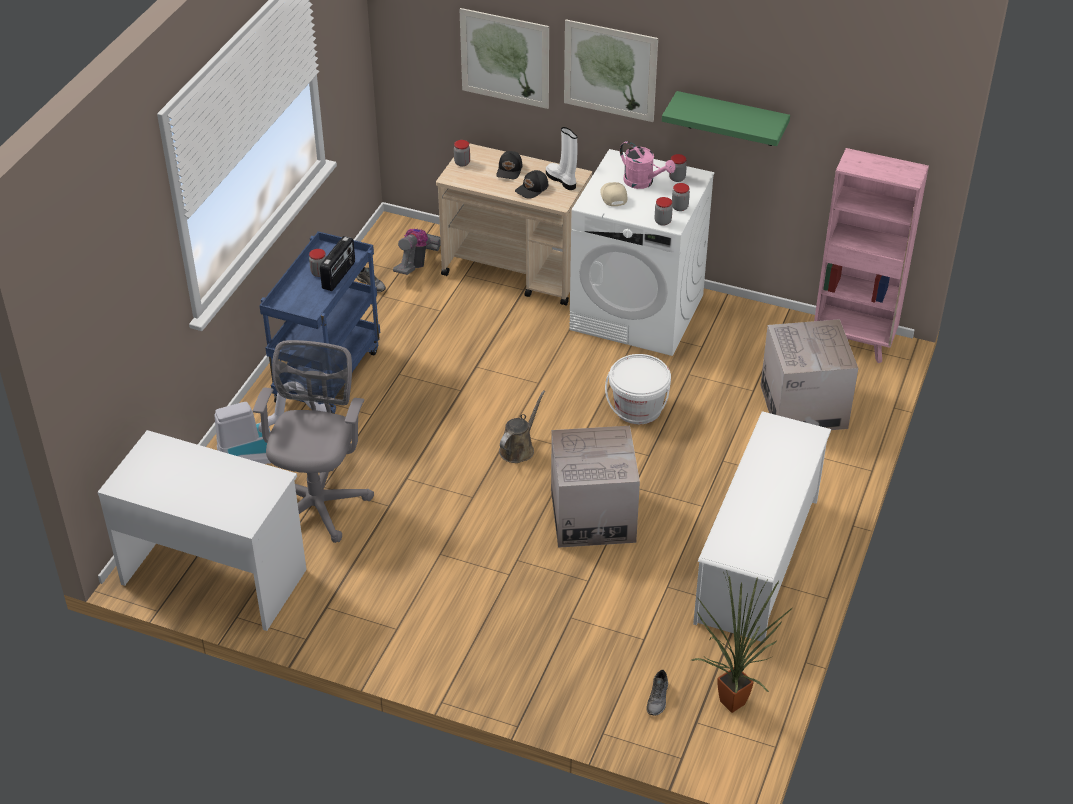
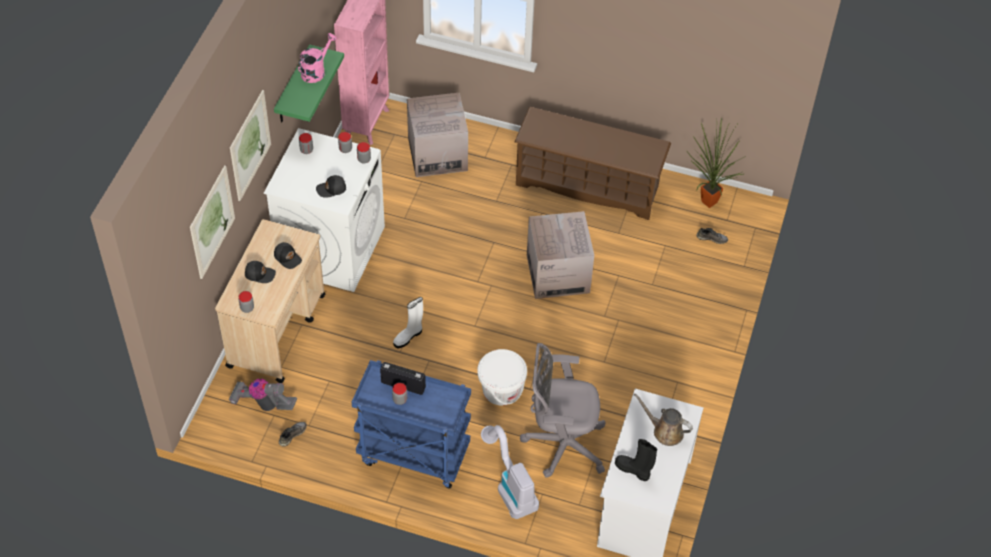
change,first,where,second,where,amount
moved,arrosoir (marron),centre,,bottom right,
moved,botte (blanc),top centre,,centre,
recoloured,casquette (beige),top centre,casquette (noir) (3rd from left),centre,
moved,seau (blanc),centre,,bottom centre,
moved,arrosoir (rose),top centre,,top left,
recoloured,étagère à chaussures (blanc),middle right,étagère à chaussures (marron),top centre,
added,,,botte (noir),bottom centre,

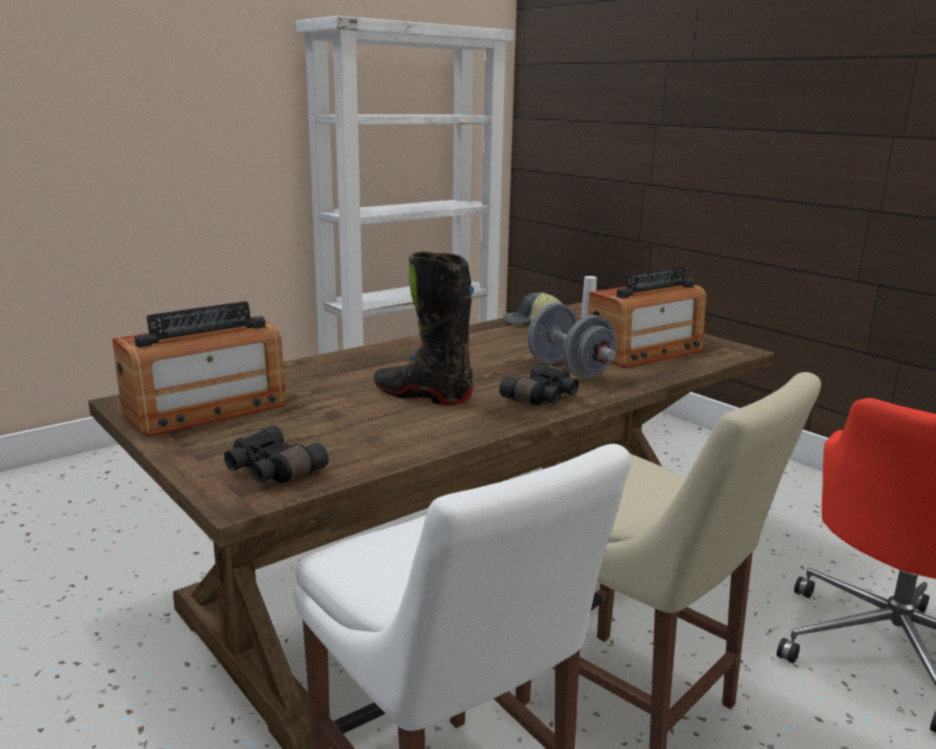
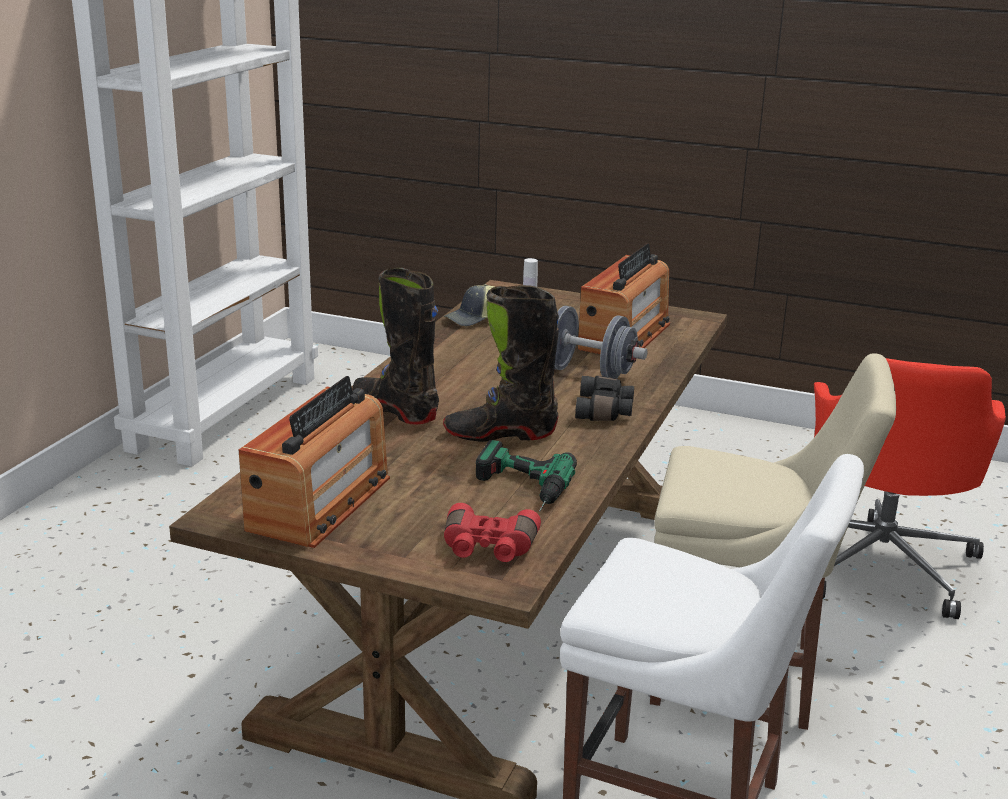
change,first,where,second,where,amount
recoloured,jumelles (noir) (1st from left),middle left,jumelles (rouge),centre,
added,,,botte (noir) (1st from left),centre,
added,,,perceuse,centre,

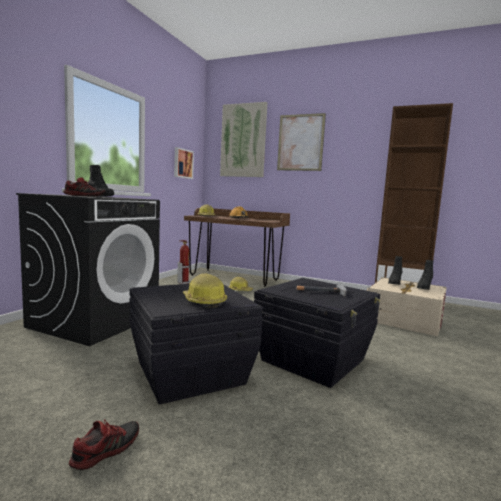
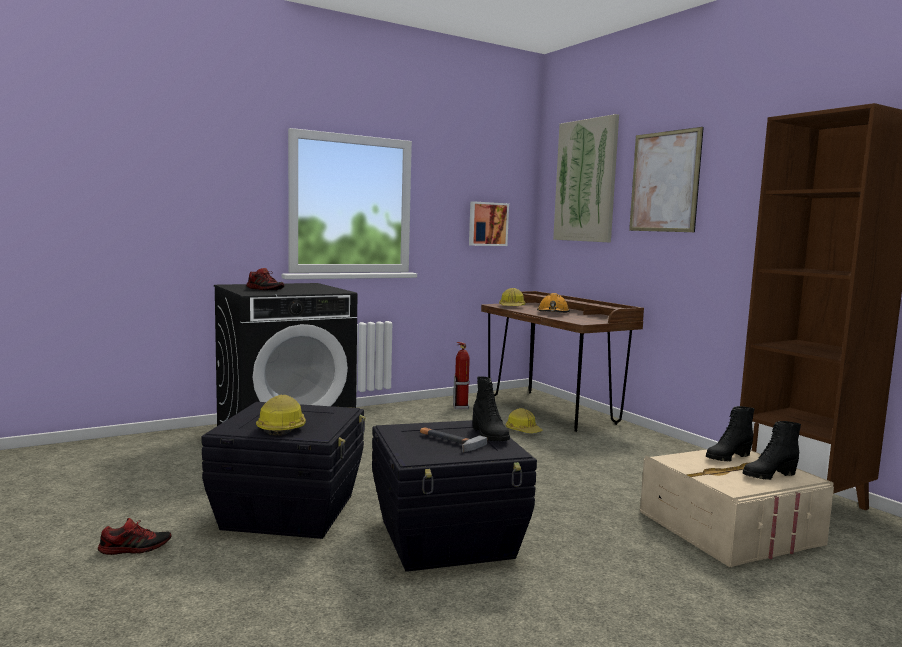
change,first,where,second,where,amount
moved,botte (noir) (1st from left),middle left,,centre,

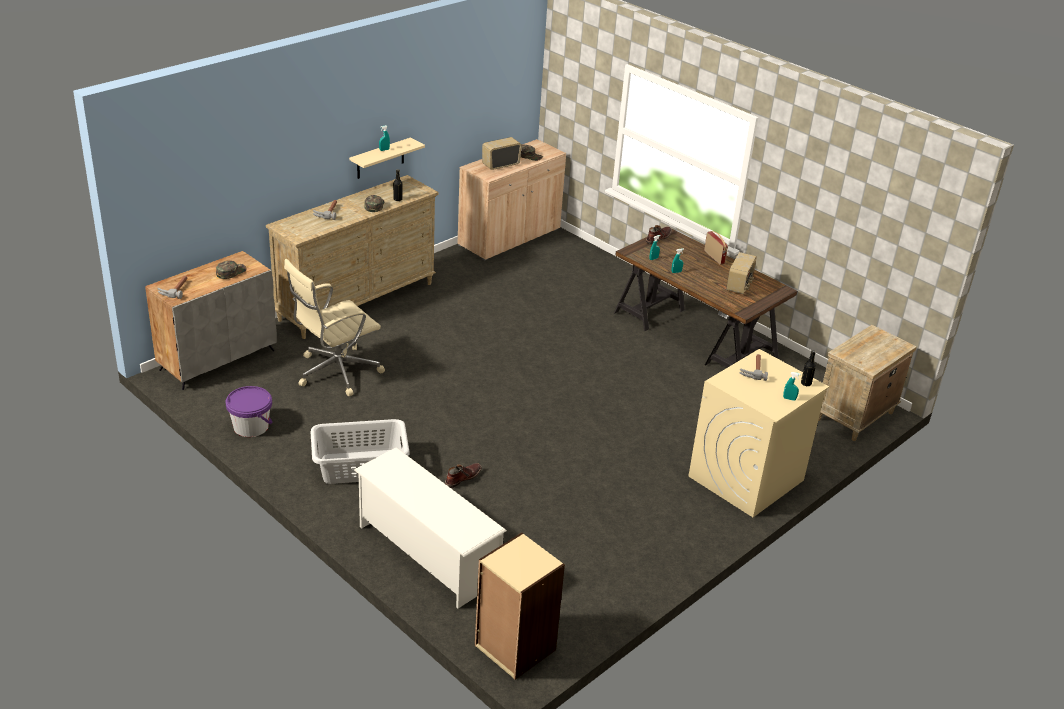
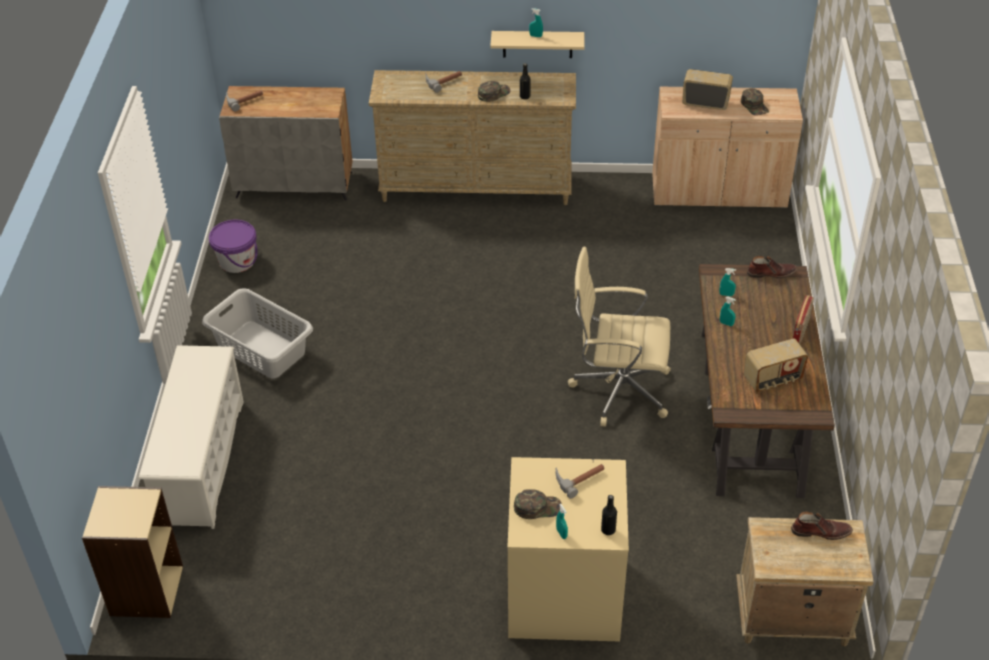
change,first,where,second,where,amount
moved,casquette (vert) (1st from left in the first image),middle left,casquette (vert) (2nd from left),bottom centre,
moved,chaise de bureau (beige),middle left,,centre,
moved,botte (marron) (1st from left in the first image),bottom centre,botte (marron) (2nd from left),bottom right,

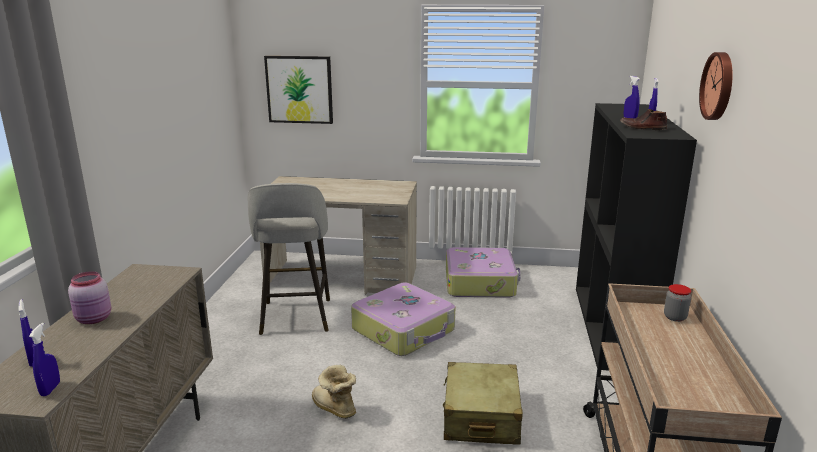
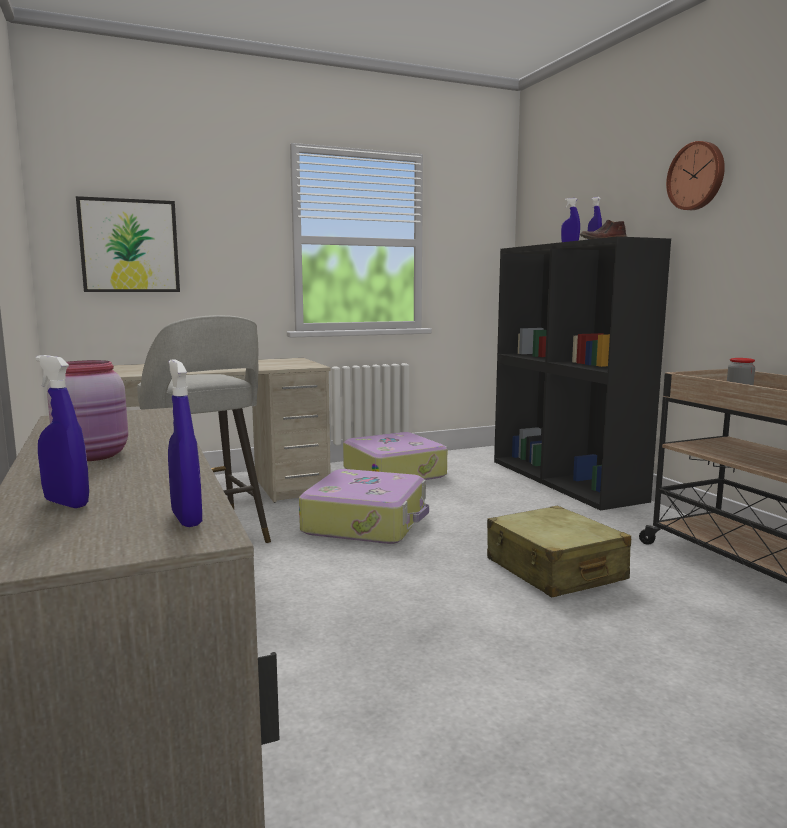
change,first,where,second,where,amount
removed,botte,bottom centre,,,

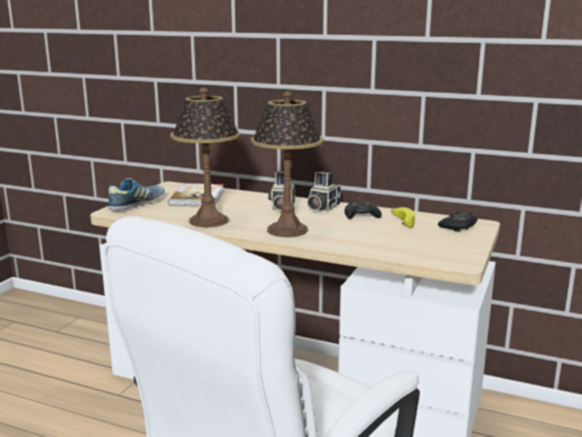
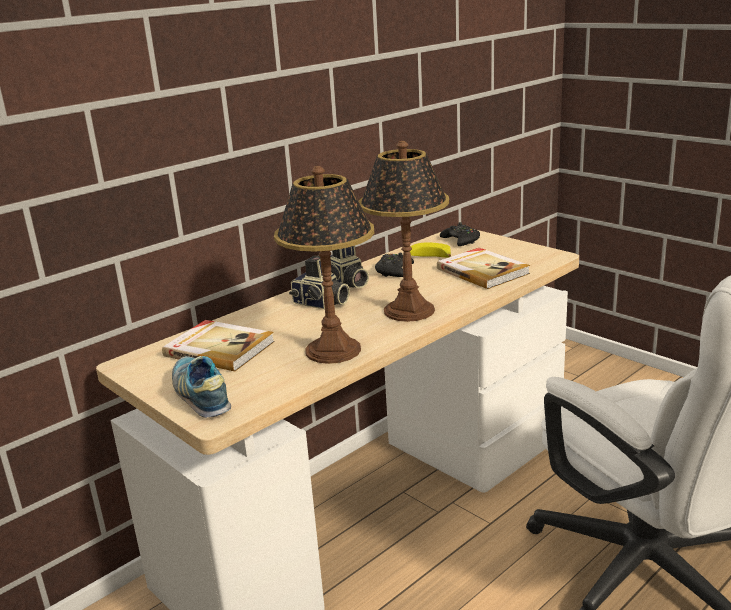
change,first,where,second,where,amount
added,,,livre (2nd from left),centre,

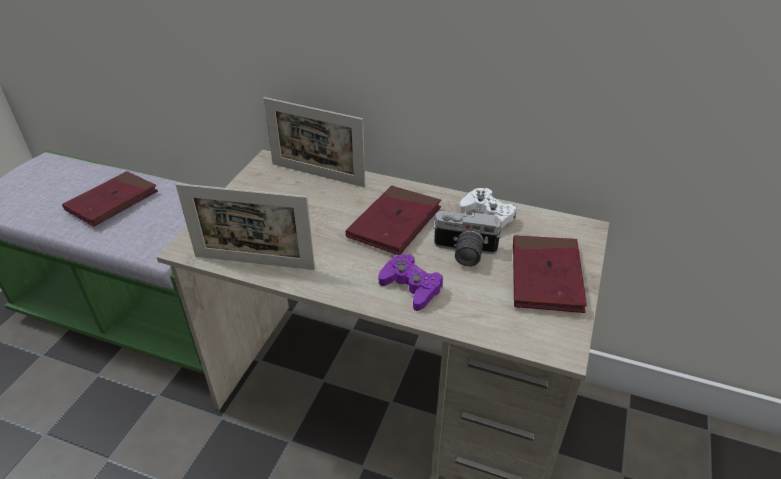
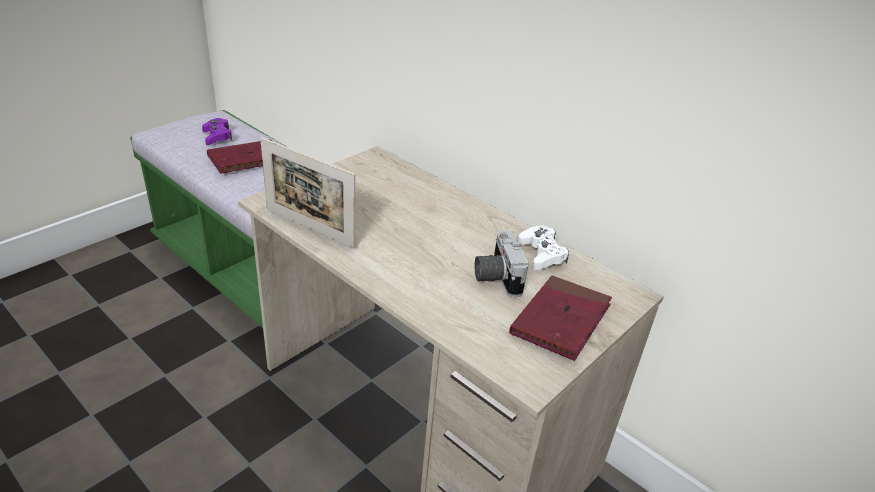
change,first,where,second,where,amount
removed,cadre photo (2nd from left),top centre,,,
removed,livre (rouge) (2nd from left),centre,,,
moved,manette (violet),centre,,top left,
turned,appareil photo,centre,,centre,45 degrees clockwise

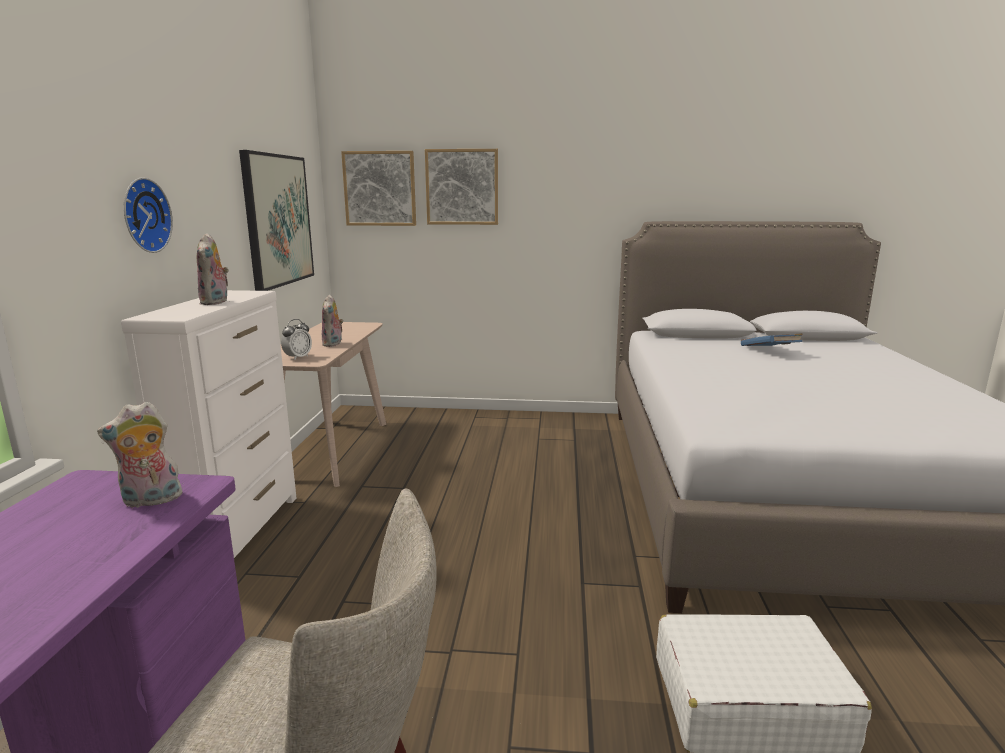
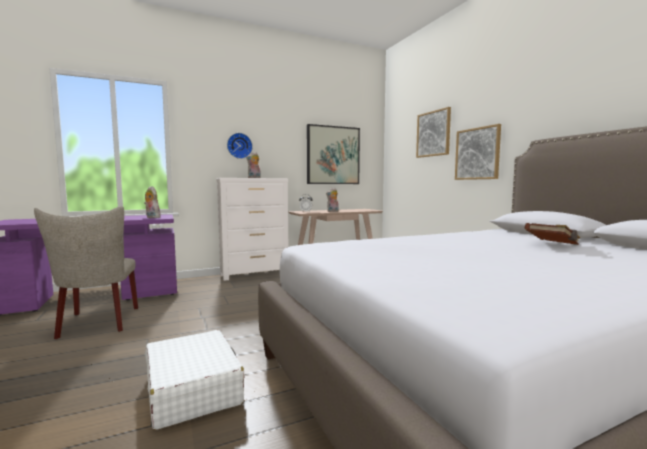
change,first,where,second,where,amount
moved,tableau (2nd from left in the first image),top centre,tableau (3rd from left),middle right,
recoloured,livre (bleu),middle right,livre (marron),middle right,

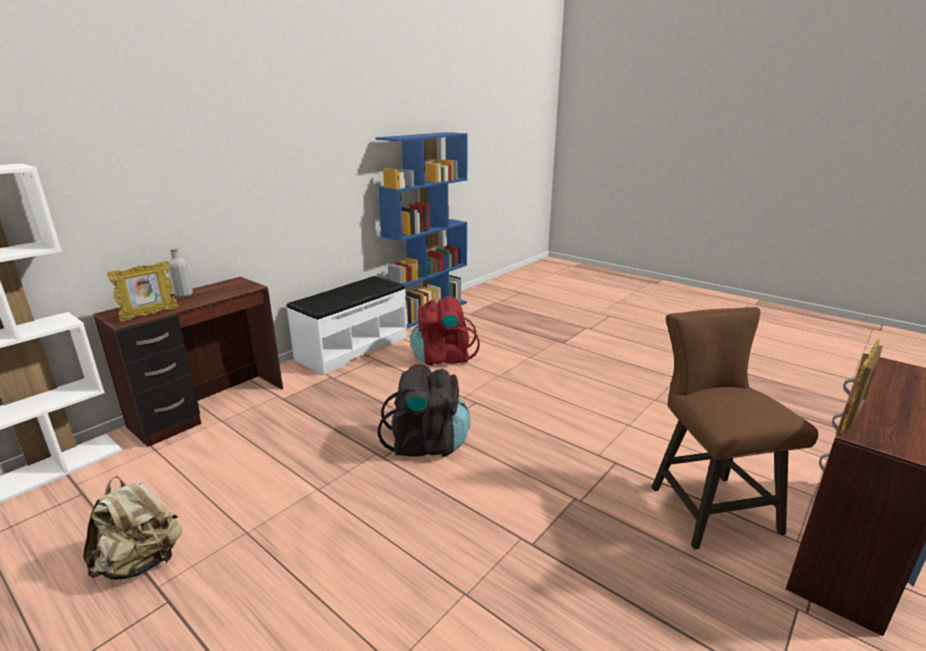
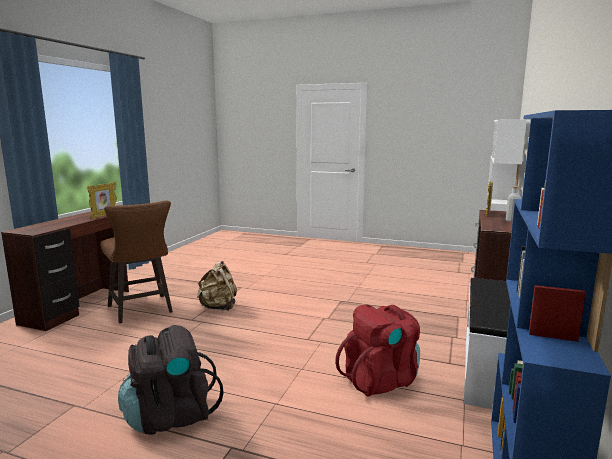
change,first,where,second,where,amount
moved,sac à dos (beige),bottom left,,centre,
moved,sac à dos (noir),centre,,bottom left,

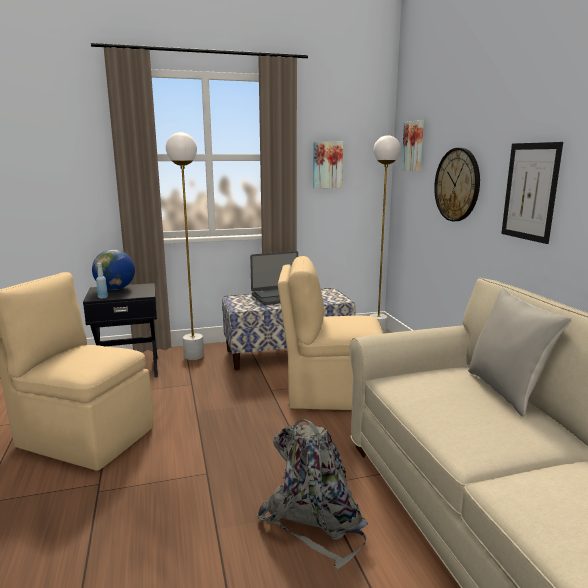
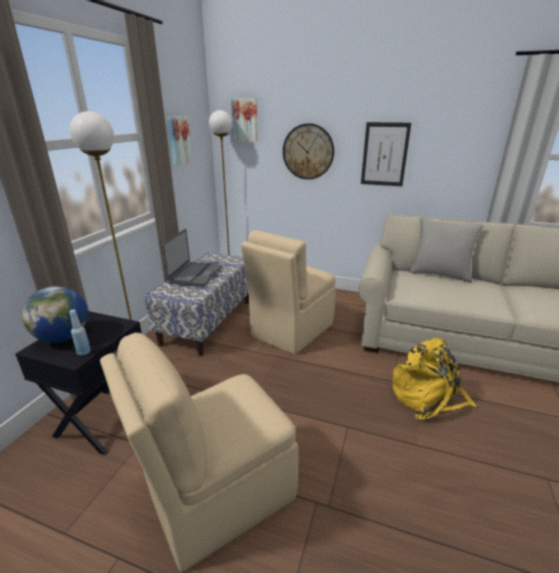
change,first,where,second,where,amount
recoloured,sac à dos (gris),bottom centre,sac à dos (jaune),middle right,

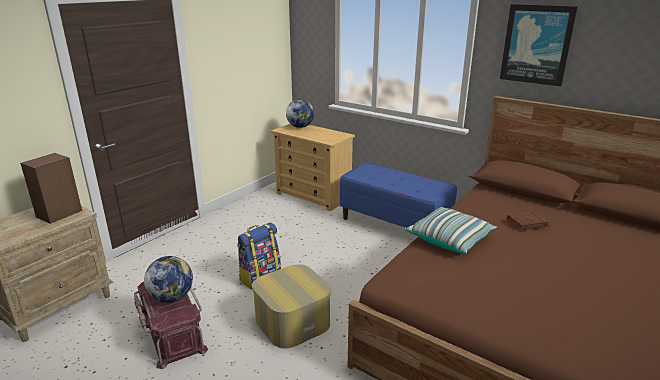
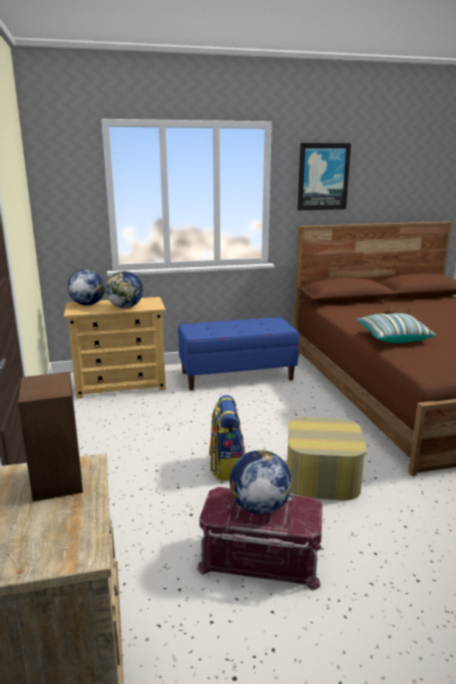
change,first,where,second,where,amount
added,,,globe (2nd from left),middle left,

